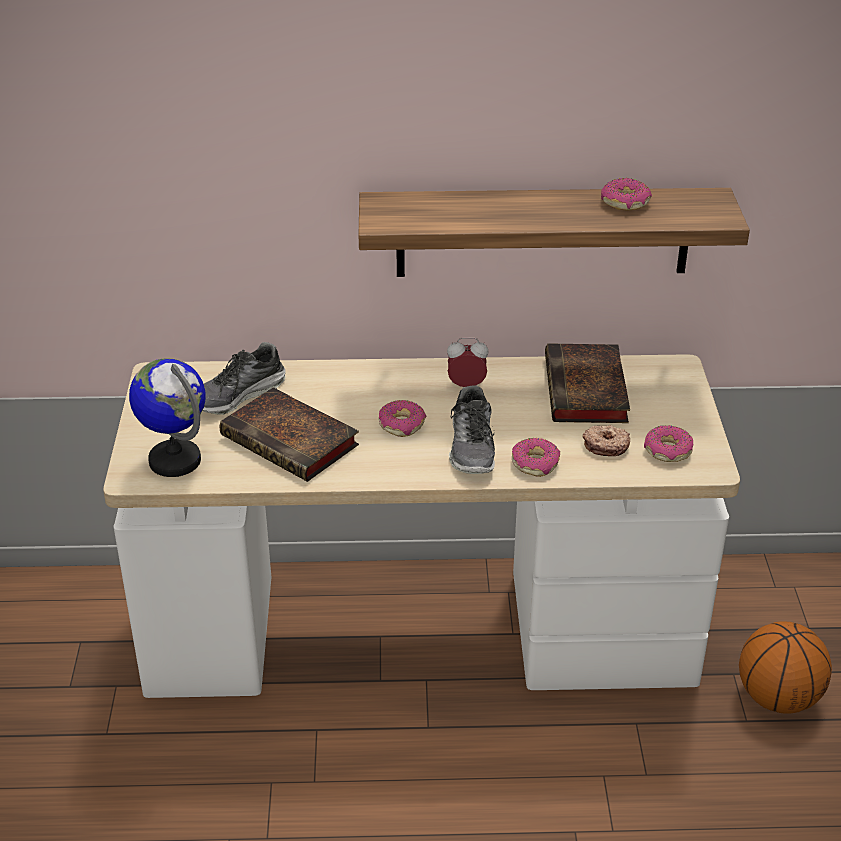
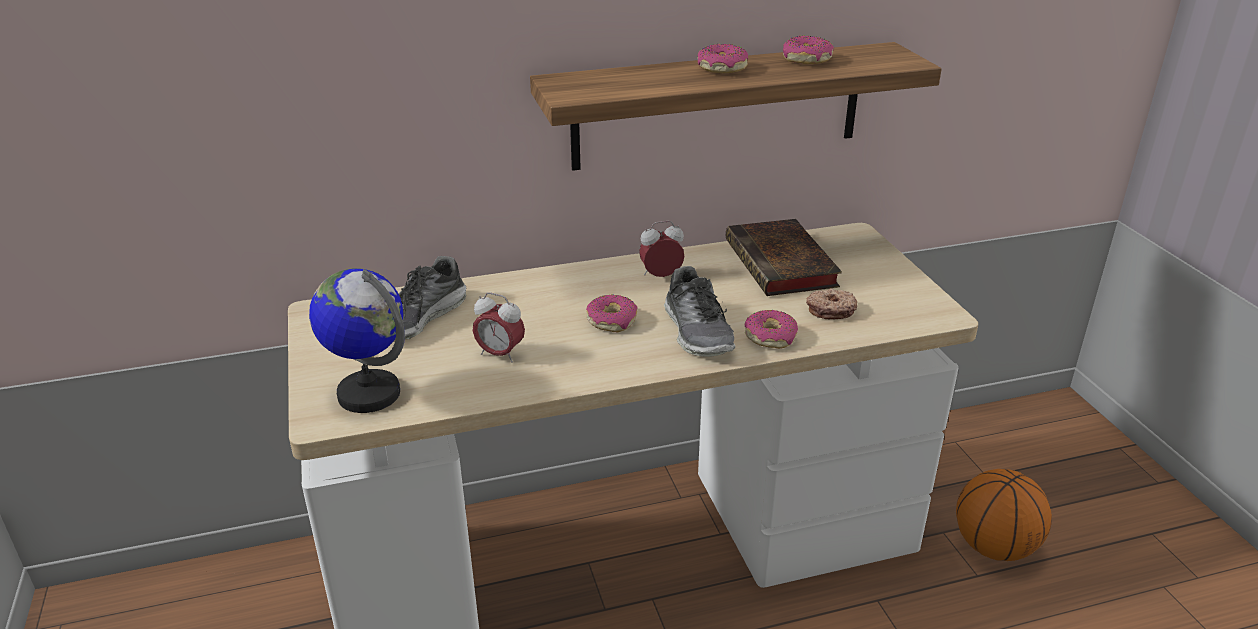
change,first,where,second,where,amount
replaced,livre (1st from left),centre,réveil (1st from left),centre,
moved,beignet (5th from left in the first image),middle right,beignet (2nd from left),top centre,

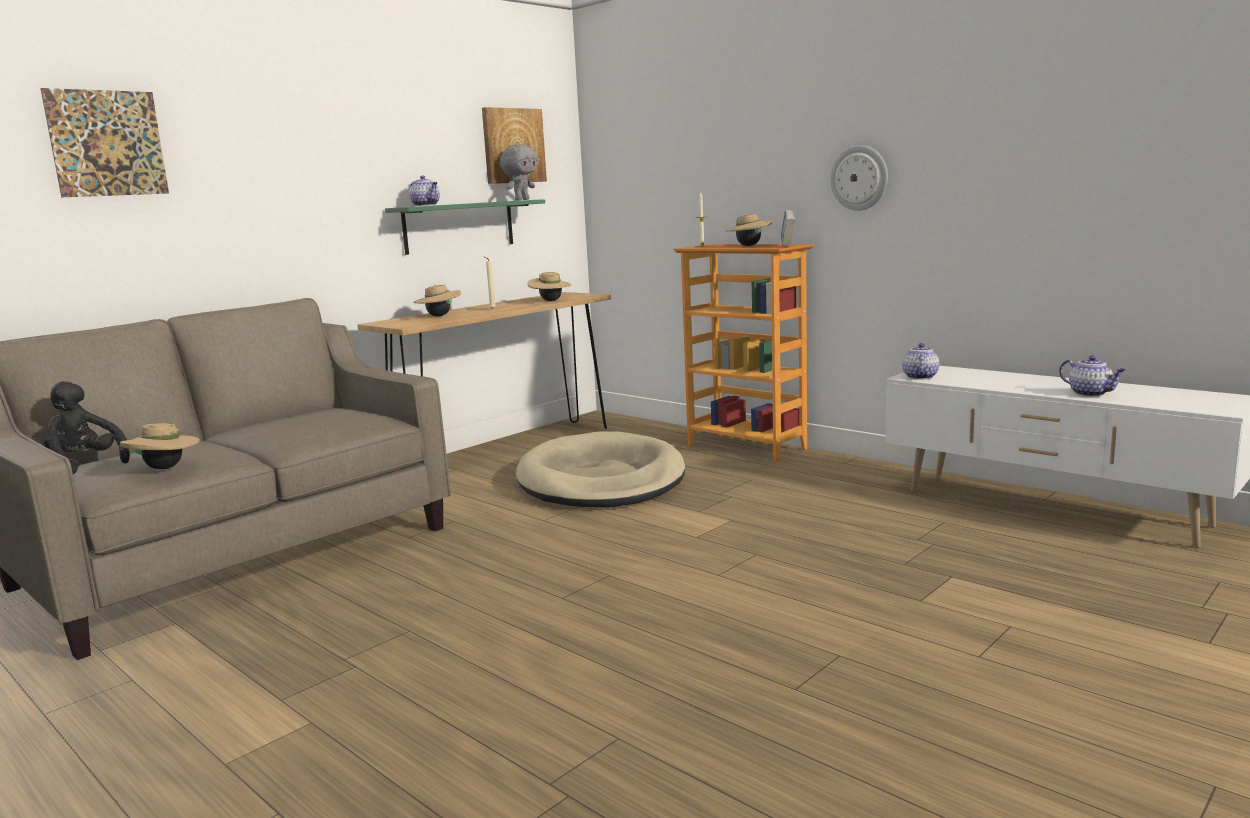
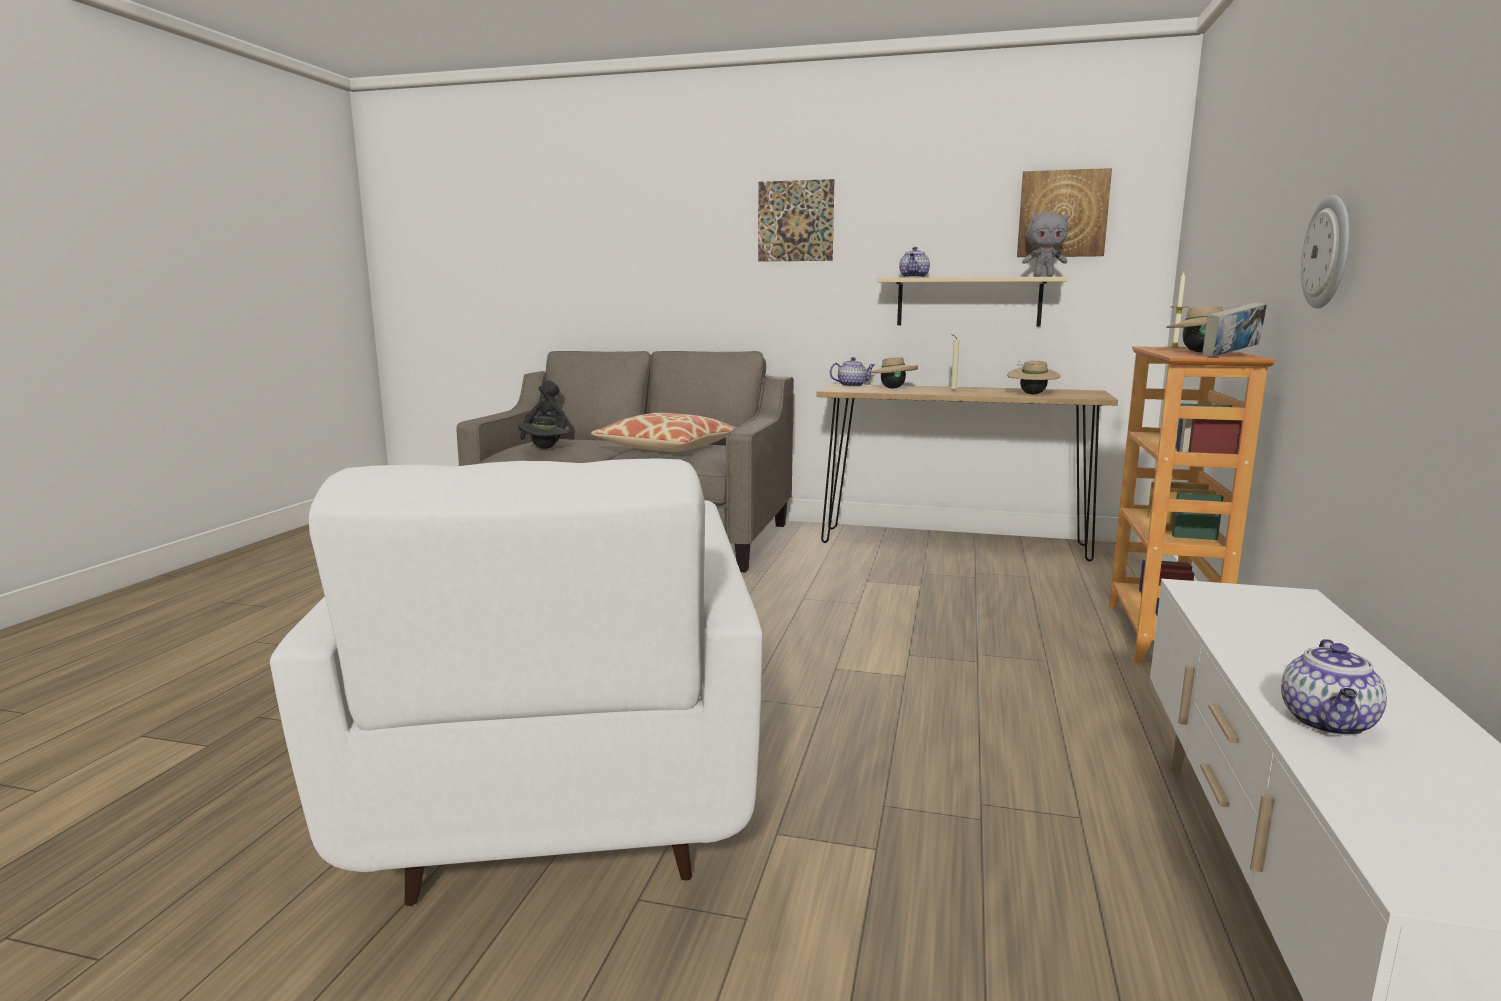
change,first,where,second,where,amount
moved,tableau (1st from left),top left,,top centre,
recoloured,chapeau (beige) (1st from left),middle left,chapeau (noir),centre,
recoloured,étagère (vert),top centre,étagère (beige),top centre,
removed,panier pour chien (beige),centre,,,
moved,théière (2nd from left in the first image),middle right,théière (1st from left),centre,
added,,,fauteuil (blanc),bottom centre,
added,,,coussin,centre,

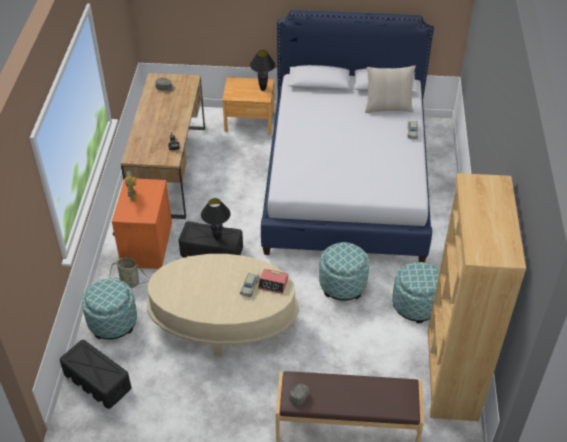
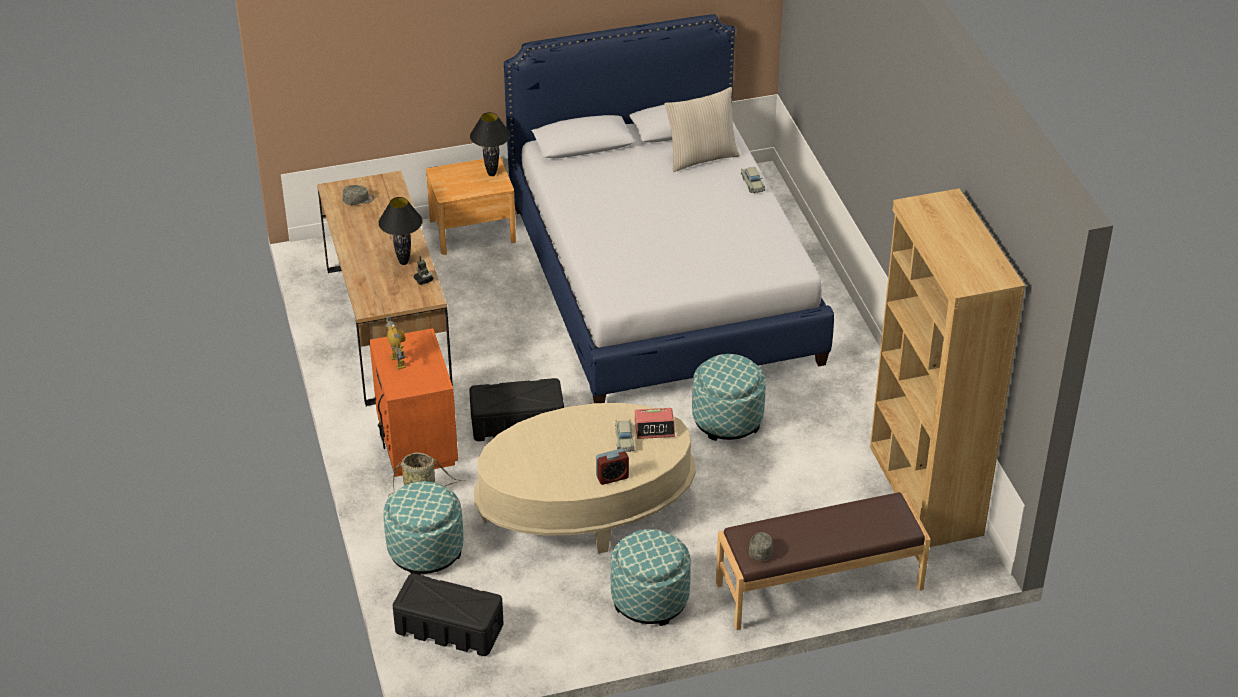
change,first,where,second,where,amount
moved,lampe de table (noir) (1st from left),centre,,top left,
moved,pouf (3rd from left in the first image),middle right,pouf (2nd from left),bottom centre,
added,,,réveil (1st from left),bottom centre,

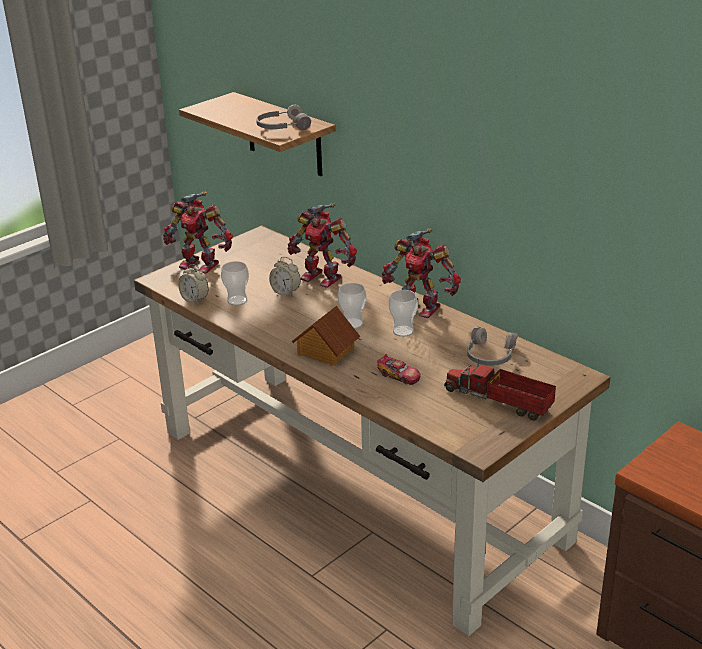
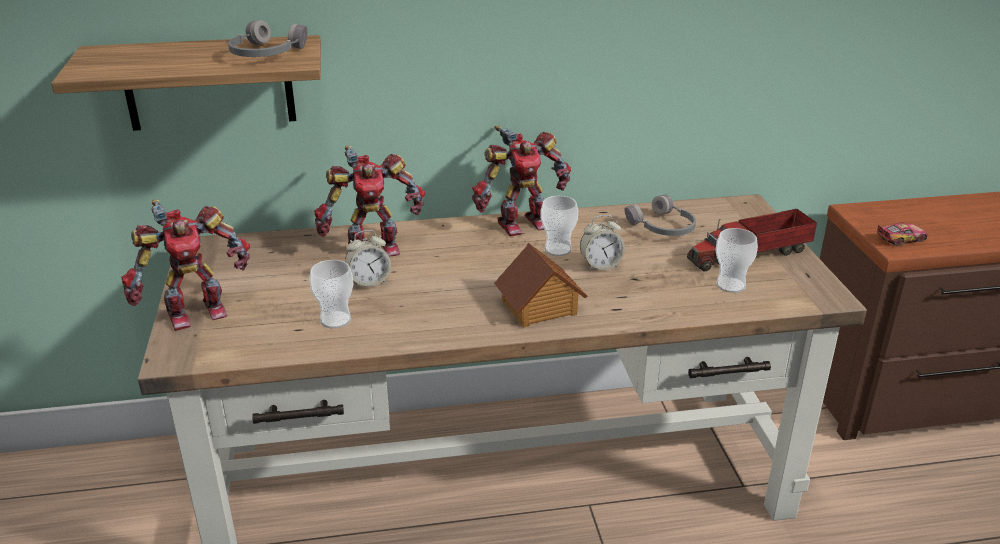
change,first,where,second,where,amount
moved,réveil (1st from left in the first image),middle left,réveil (2nd from left),centre,
moved,tasse (2nd from left in the first image),centre,tasse (3rd from left),middle right,
moved,petite voiture,centre,,middle right,

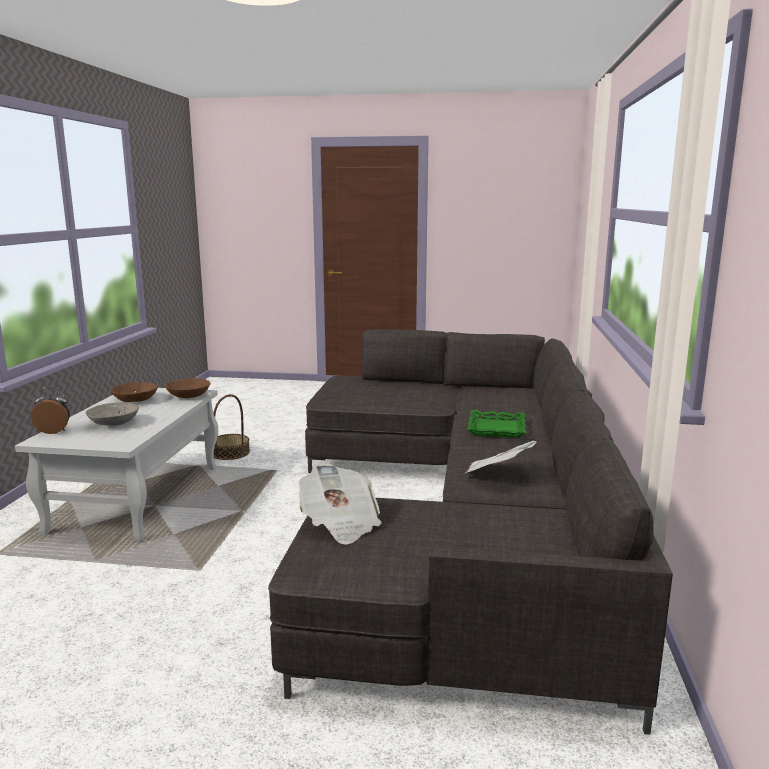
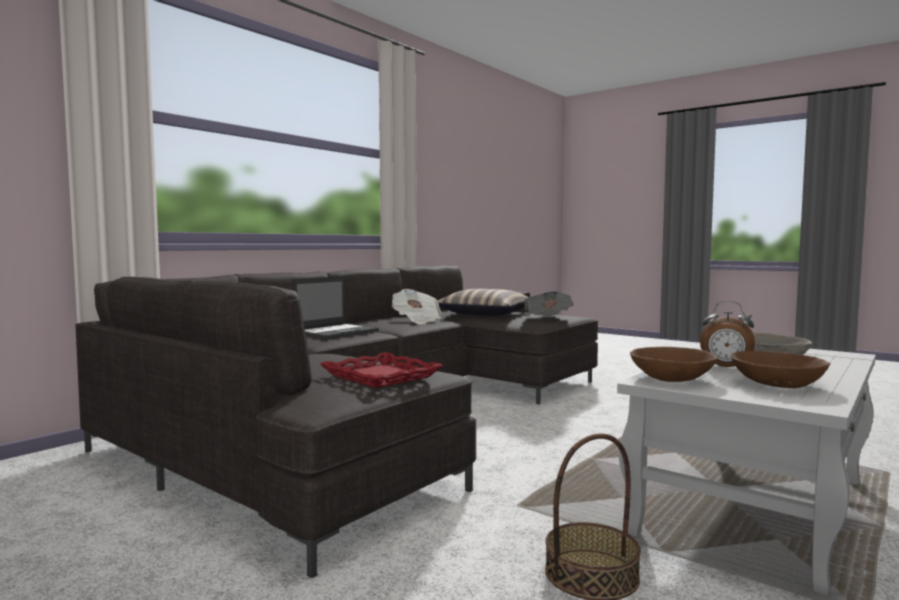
change,first,where,second,where,amount
moved,réveil,middle left,,middle right,
replaced,plateau (vert),centre,ordinateur portable,centre,
added,,,plateau (rouge),centre,
added,,,coussin,centre,

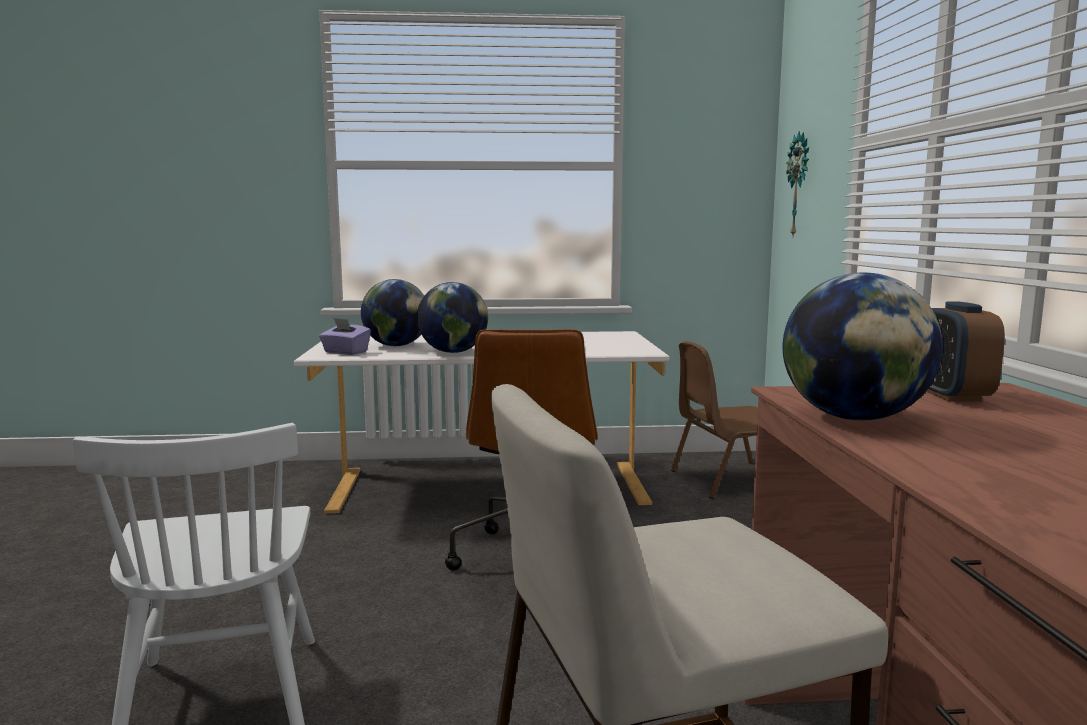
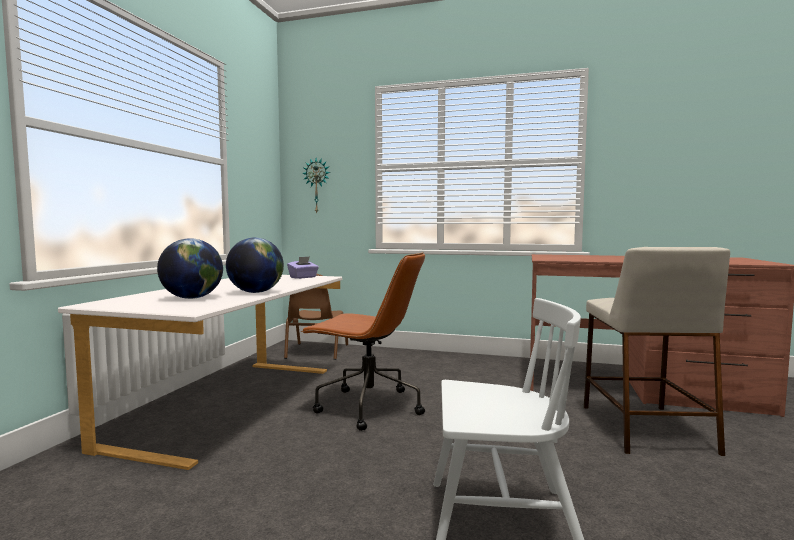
change,first,where,second,where,amount
moved,boîte à mouchoirs (violet),middle left,,centre,
removed,globe (3rd from left),middle right,,,
removed,réveil,middle right,,,

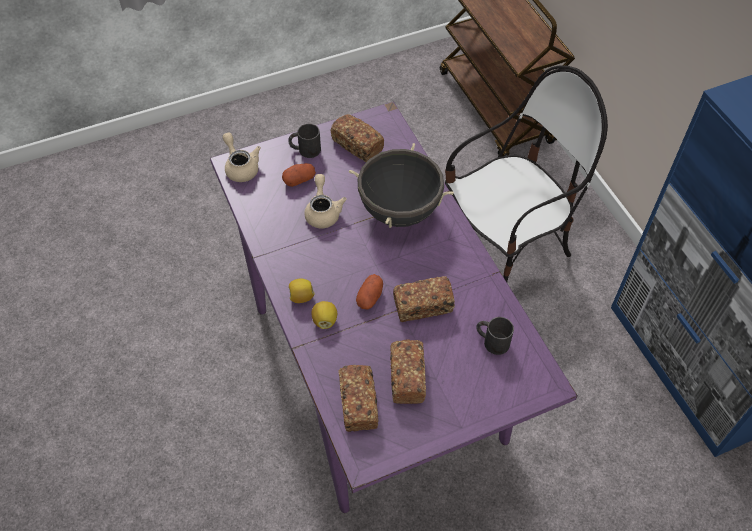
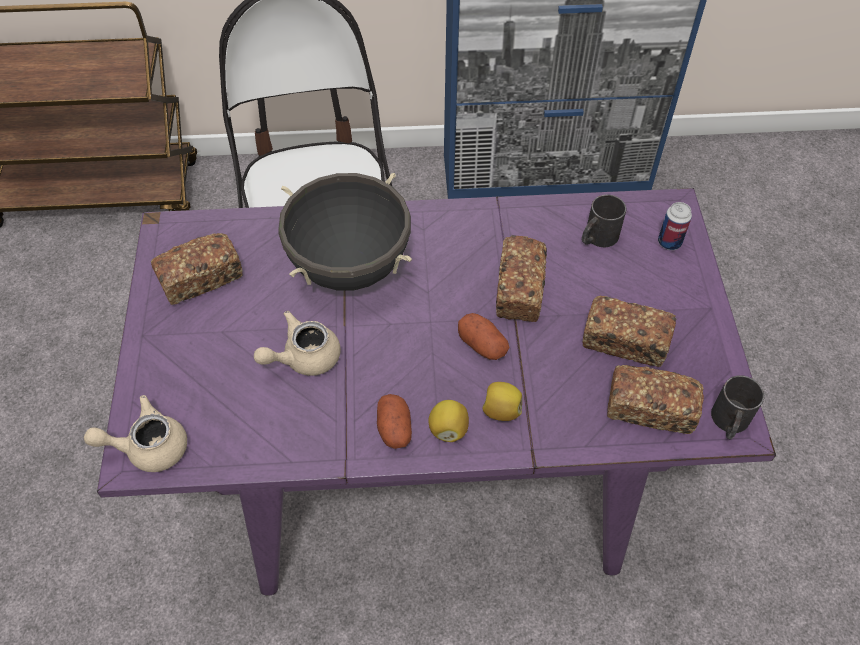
change,first,where,second,where,amount
moved,pomme de terre (1st from left),top centre,,centre,
moved,mug (noir) (1st from left in the first image),top centre,mug (noir) (2nd from left),middle right,
turned,théière (beige) (2nd from left),centre,,centre,45 degrees counterclockwise
added,,,boîte métallique,middle right,

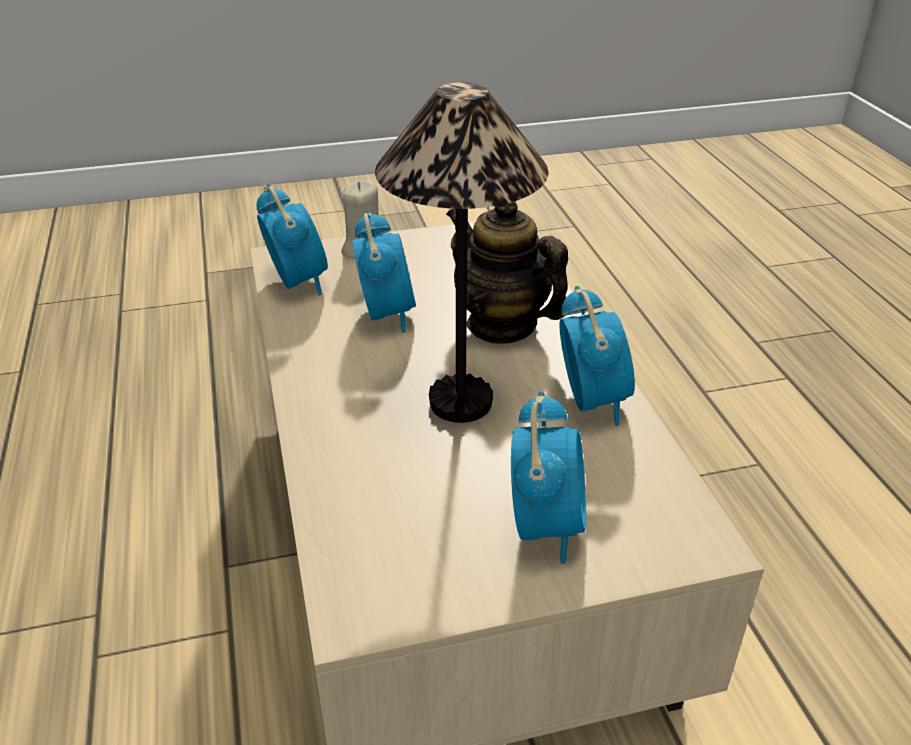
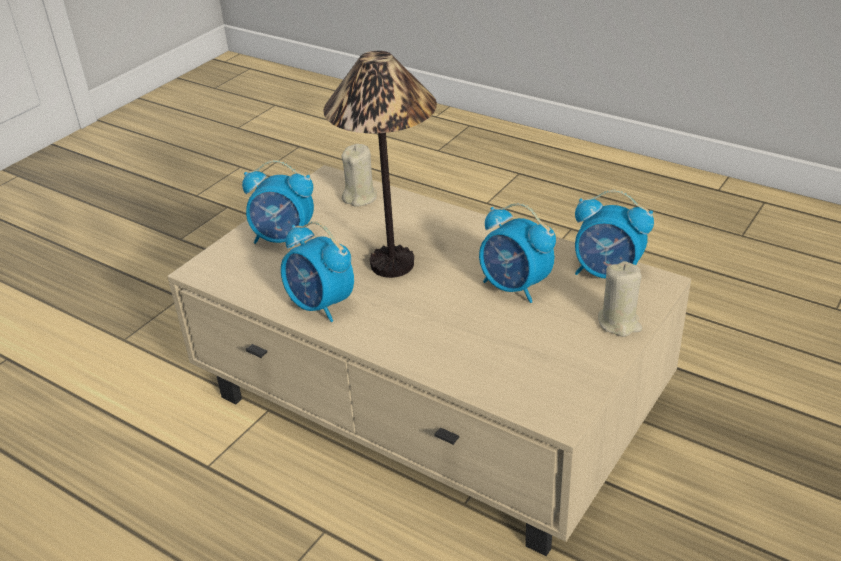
change,first,where,second,where,amount
removed,théière,centre,,,
turned,réveil (3rd from left in the first image),centre,réveil (1st from left),middle left,45 degrees counterclockwise
added,,,bougie (beige) (1st from left),top centre,

